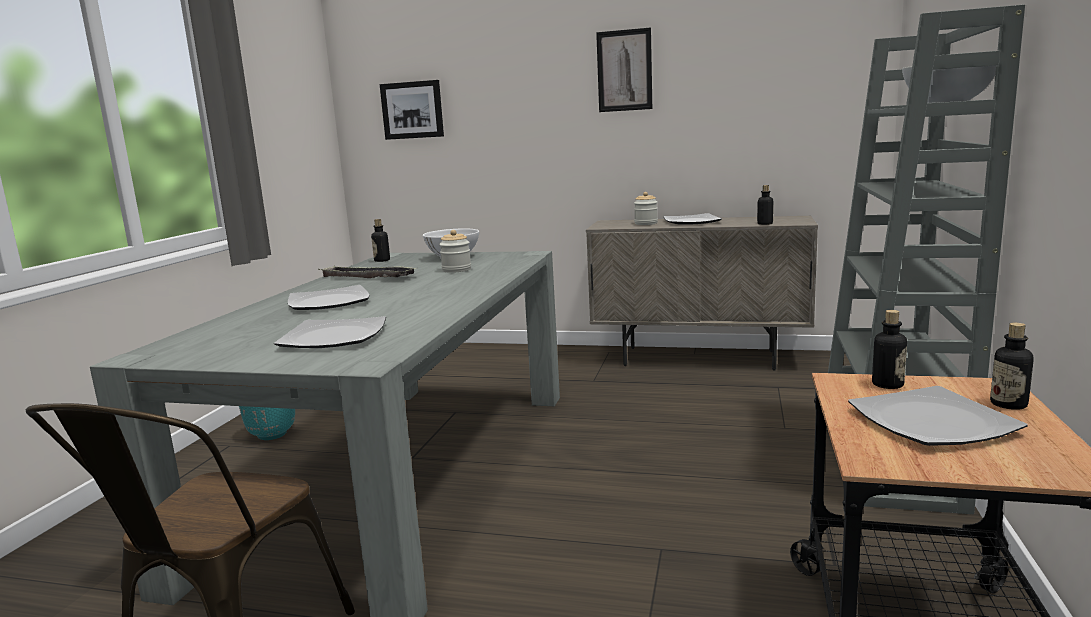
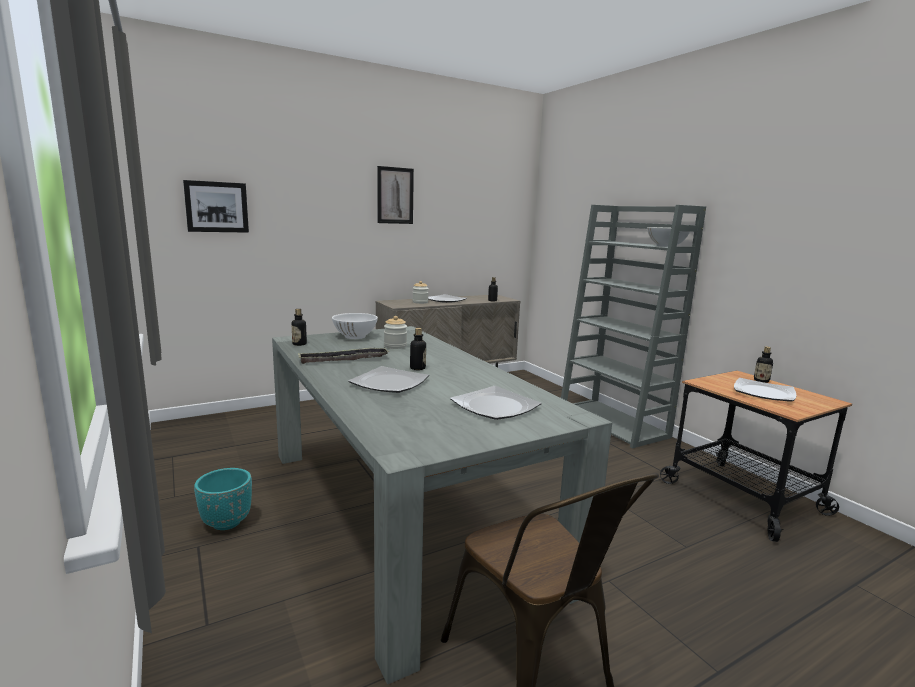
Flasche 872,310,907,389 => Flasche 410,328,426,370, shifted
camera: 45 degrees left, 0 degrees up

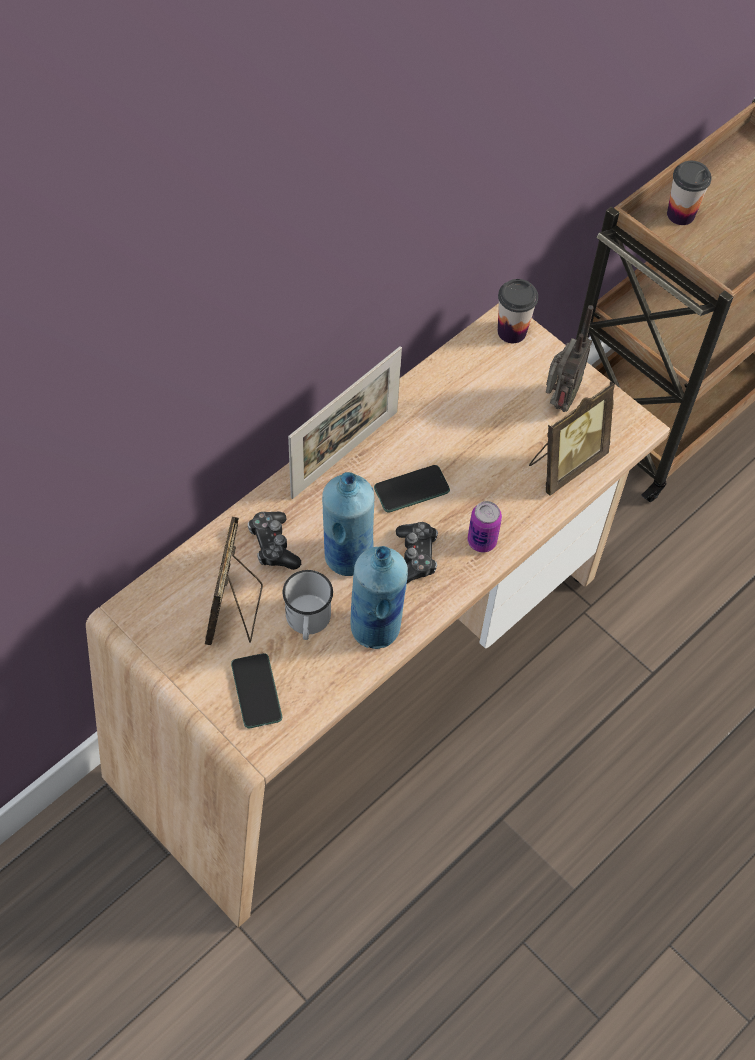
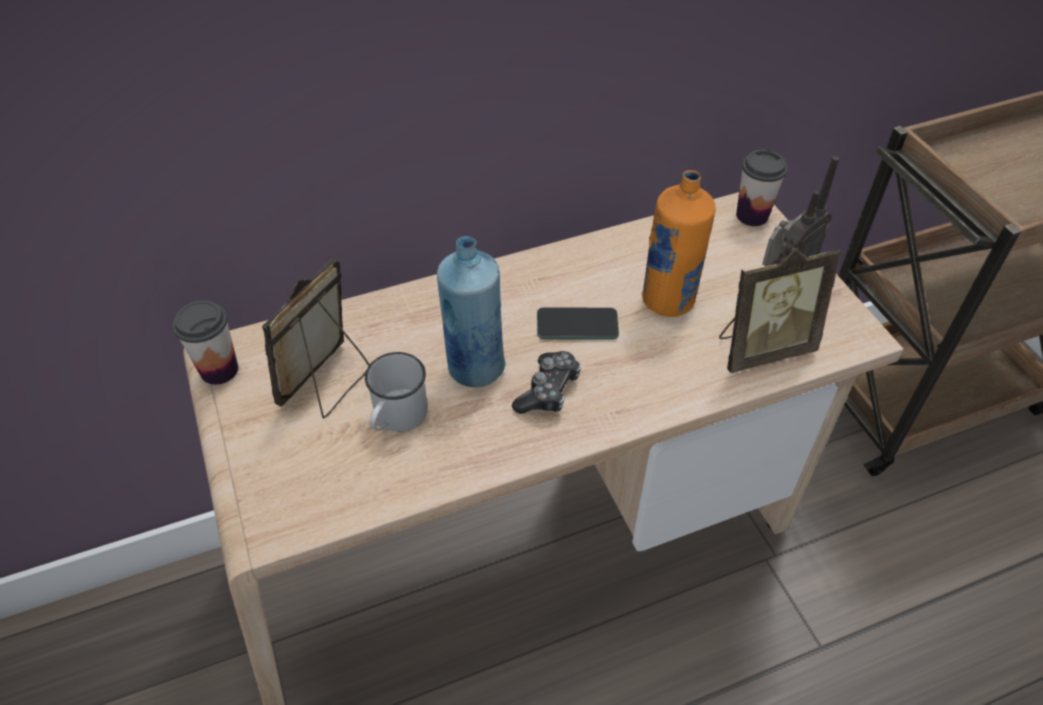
Handy 231,653,282,728 => nothing
Gamepad 248,512,301,570 => nothing
Bilderrahmen 288,346,402,499 => nothing
Flasche/blau 350,546,408,649 => nothing
Dose 467,501,502,552 => nothing
nothing => Flasche/orange 642,170,716,317
Tasse 667,161,712,225 => Tasse 173,300,238,385, shifted
camera: 25 degrees right, 10 degrees down

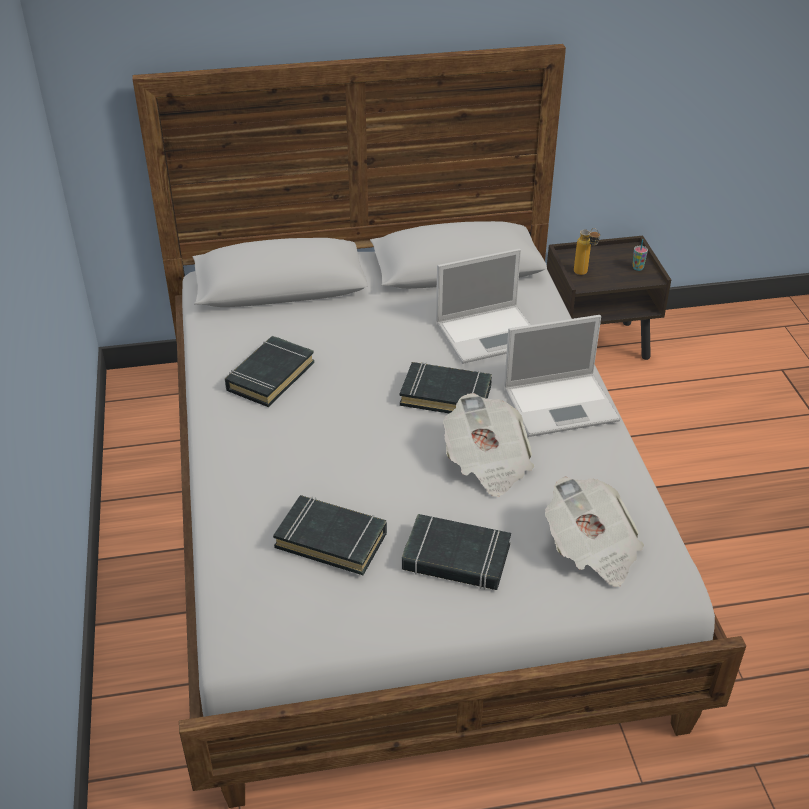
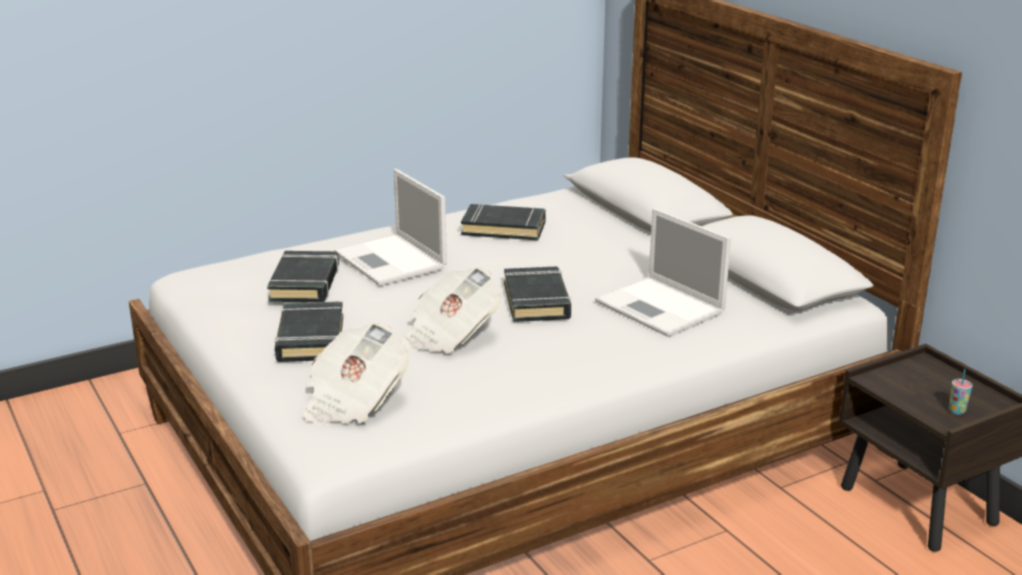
Flasche 574,228,600,275 => nothing
Laptop 504,315,621,437 => Laptop 334,169,447,286, shifted
camera: 70 degrees right, 15 degrees down

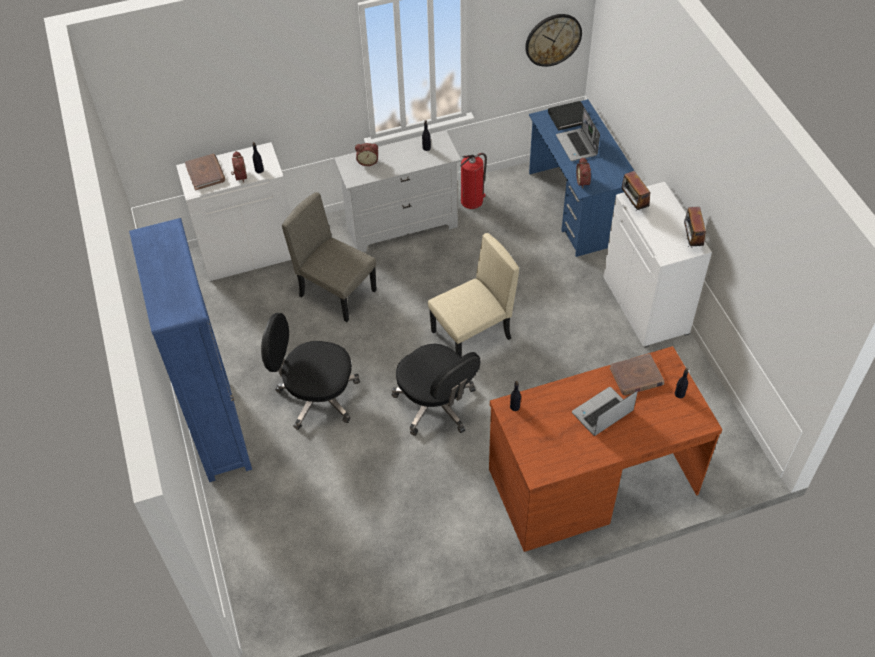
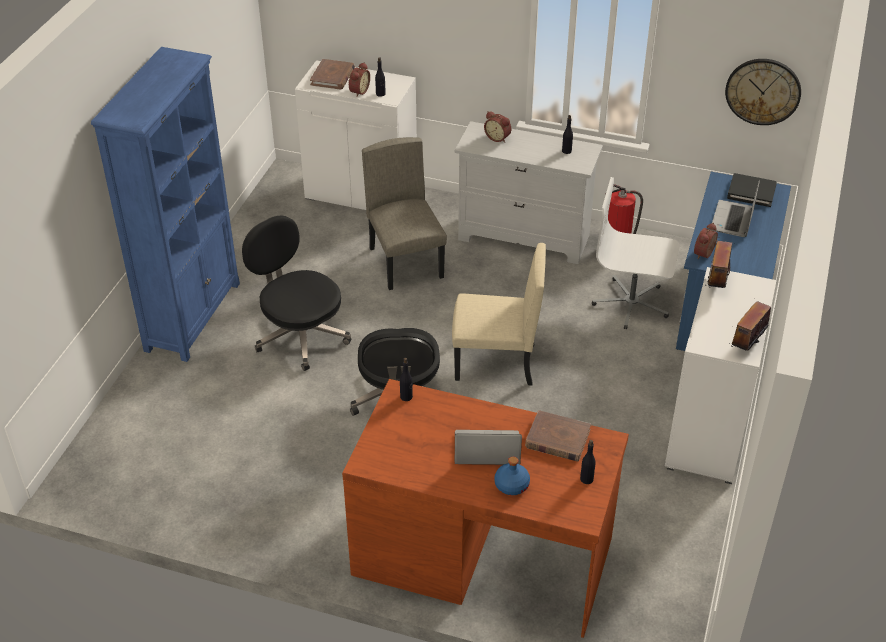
nothing => Flasche/blau 494,457,530,495
nothing => Bürostuhl/weiß 592,177,680,329
camera: 35 degrees right, 10 degrees down

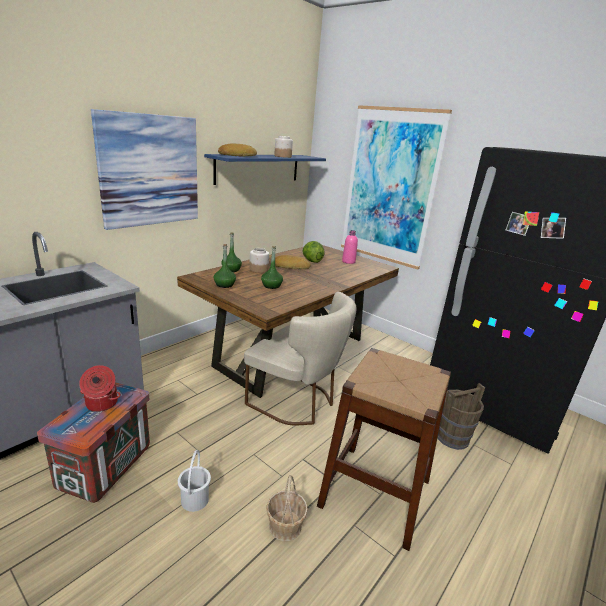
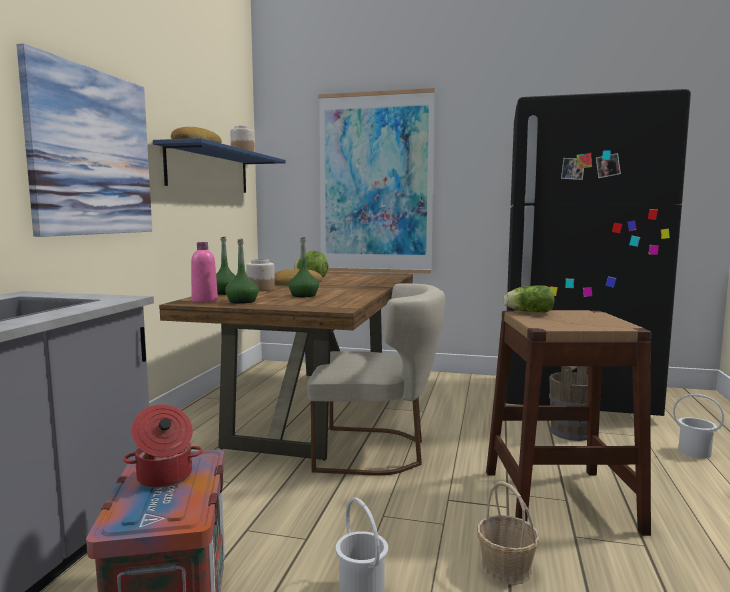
nothing => Salatkopf 504,285,555,312
nothing => Eimer/weiß 673,394,724,459
Flasche/rosa 342,230,358,264 => Flasche/rosa 191,242,218,303, shifted
camera: 25 degrees left, 15 degrees down

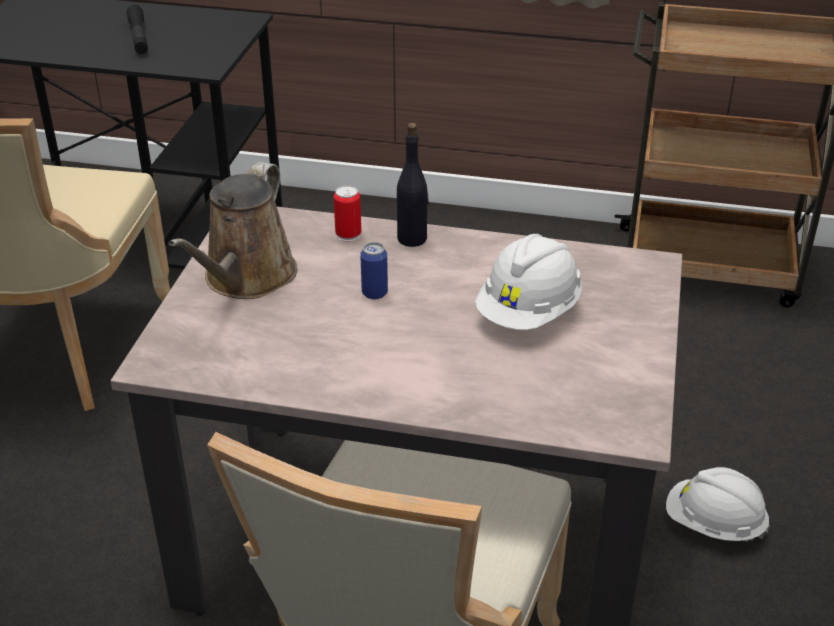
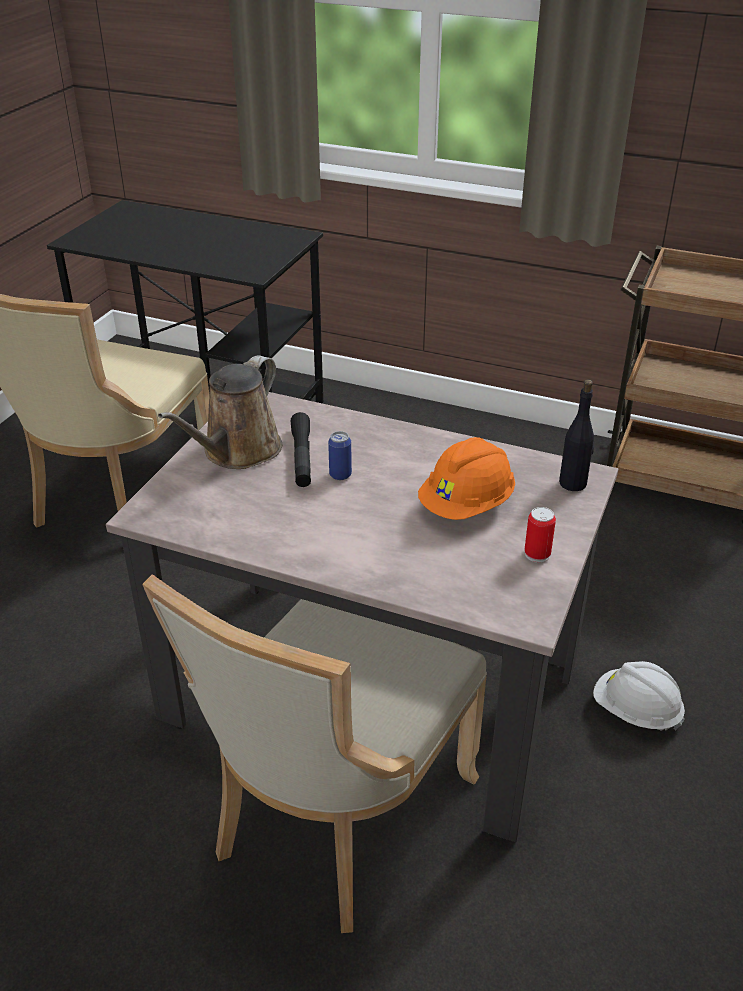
Taschenlampe/schwarz 127,5,148,54 => Taschenlampe/schwarz 291,412,311,487, shifted
Dose 334,185,361,242 => Dose 524,507,556,563, shifted
Flasche/schwarz 397,123,428,247 => Flasche/schwarz 559,380,594,491, shifted
Schutzhelm/weiß 475,234,582,330 => Schutzhelm/orange 418,437,515,520
camera: 10 degrees right, 0 degrees up

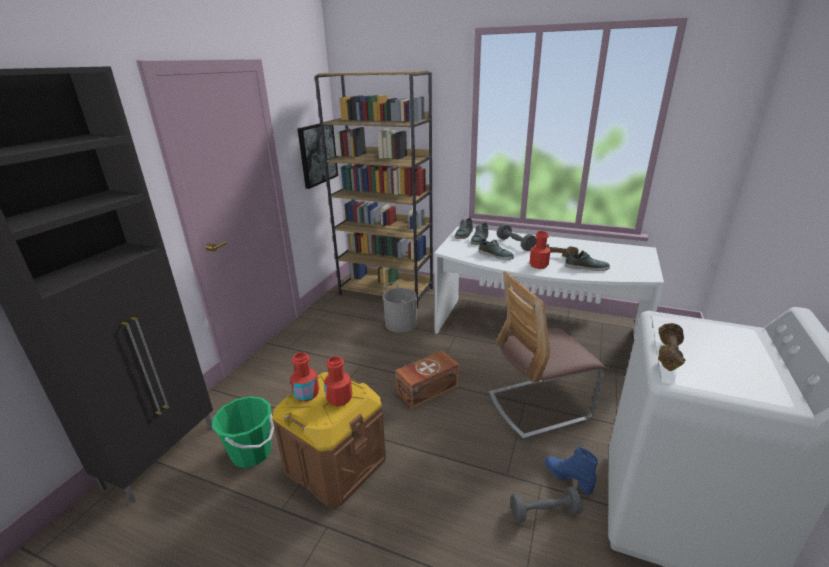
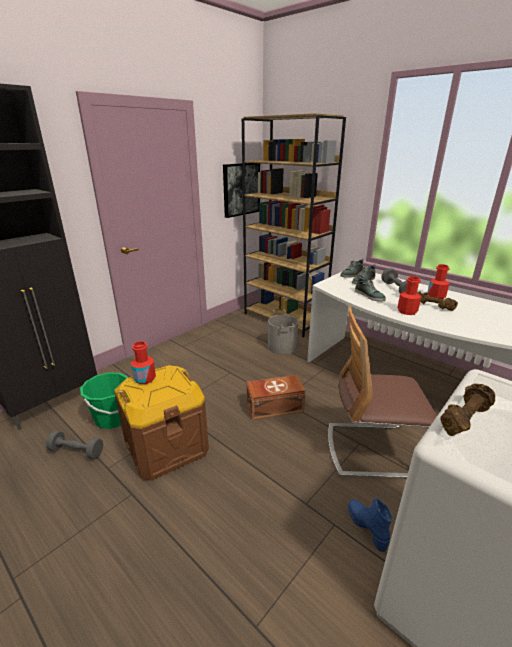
Schuh 565,250,610,271 => nothing
Flasche/rot 324,356,352,406 => Flasche/rot 427,264,449,299, shifted
Hantel/grau 510,486,583,523 => Hantel/grau 46,430,103,459, shifted
camera: 20 degrees right, 0 degrees up

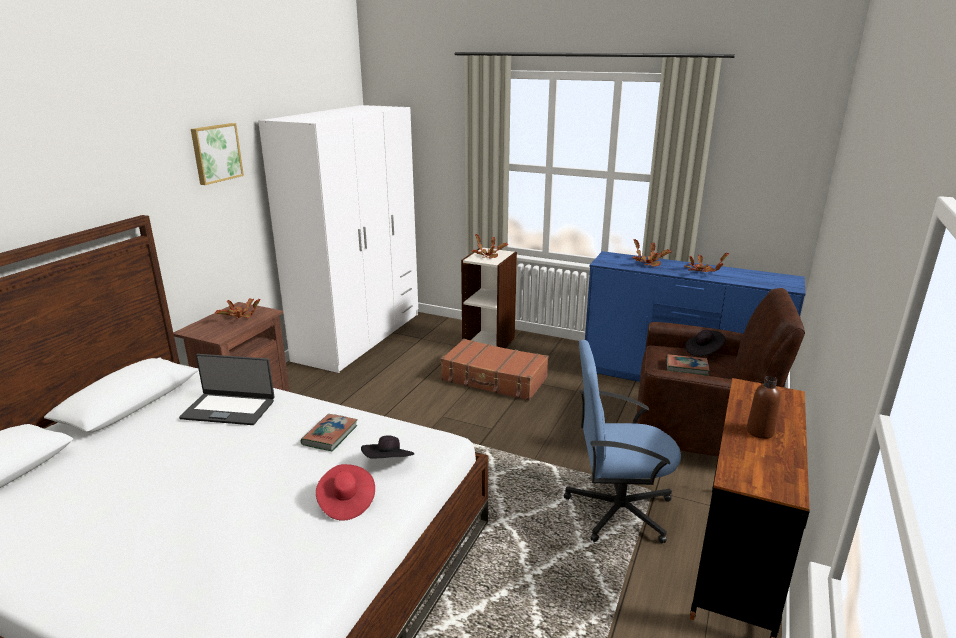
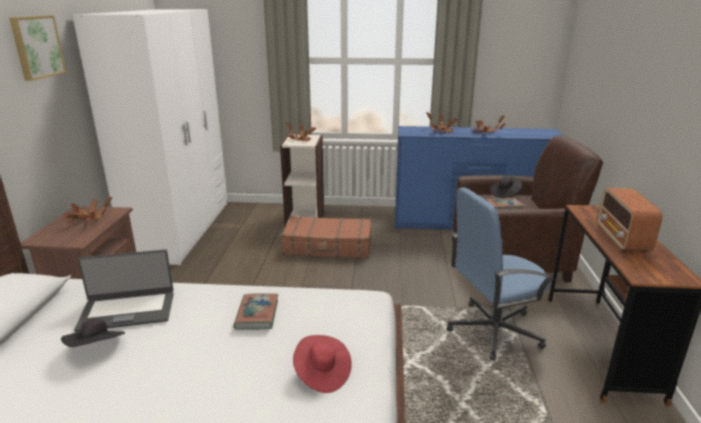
Hut/schwarz 361,435,414,459 => Hut/schwarz 61,319,125,347, shifted
Flasche/braun 746,376,781,439 => Radio 597,188,663,252
camera: 20 degrees left, 0 degrees up

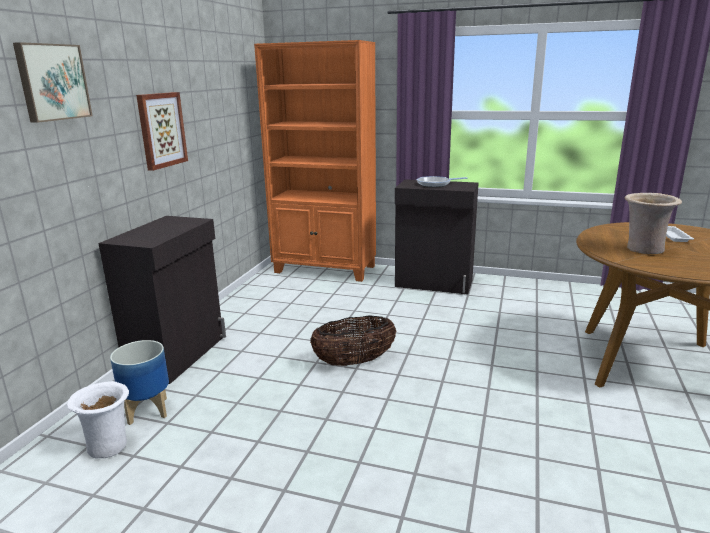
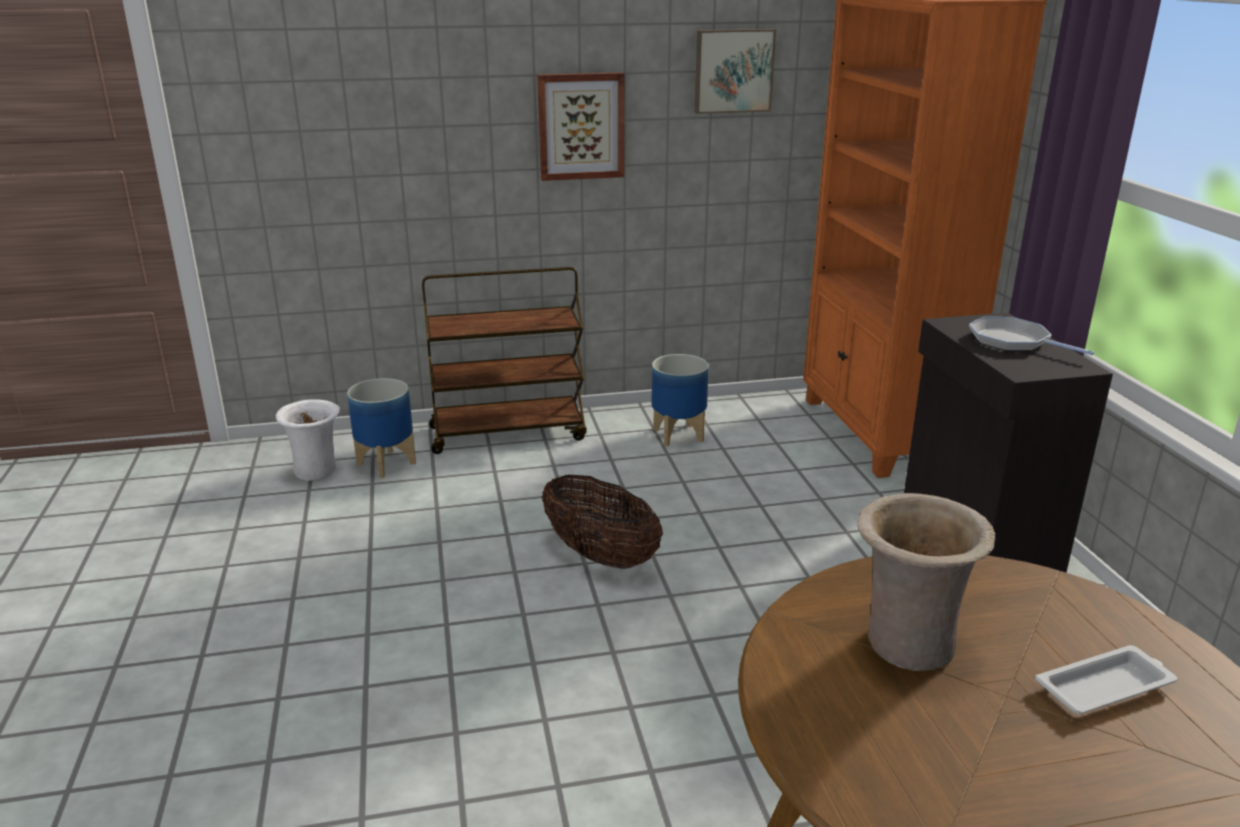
nothing => Pflanzkübel 652,354,709,447
Bild 13,42,93,123 => Bild 695,29,776,114, shifted
Schrank/schwarz 98,216,226,384 => Rollwagen/braun 422,267,587,454
camera: 60 degrees right, 5 degrees up

